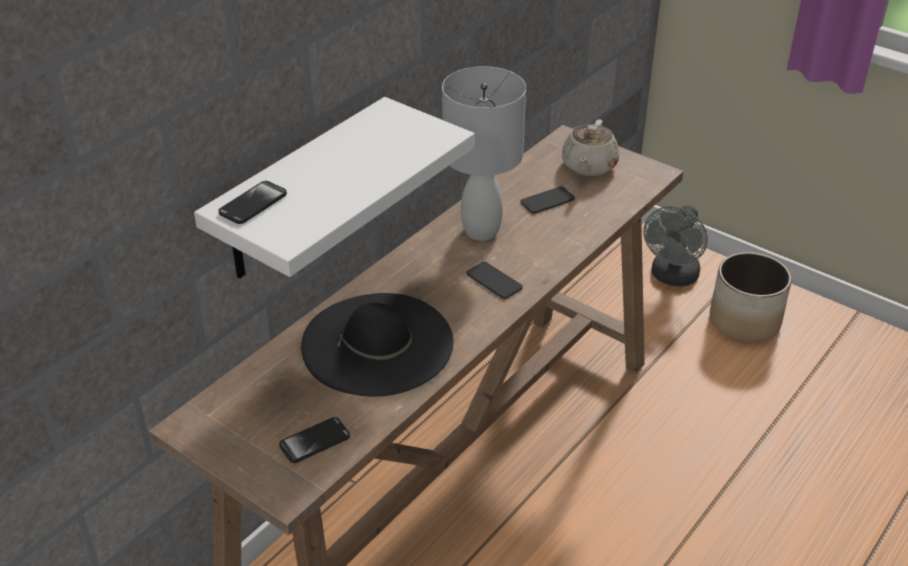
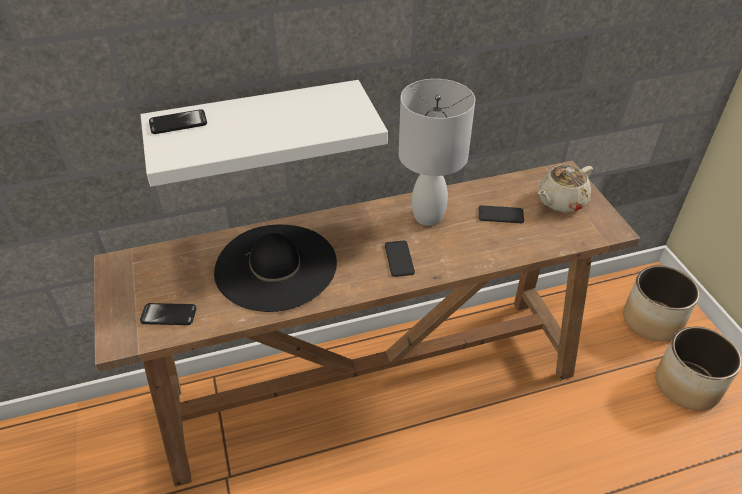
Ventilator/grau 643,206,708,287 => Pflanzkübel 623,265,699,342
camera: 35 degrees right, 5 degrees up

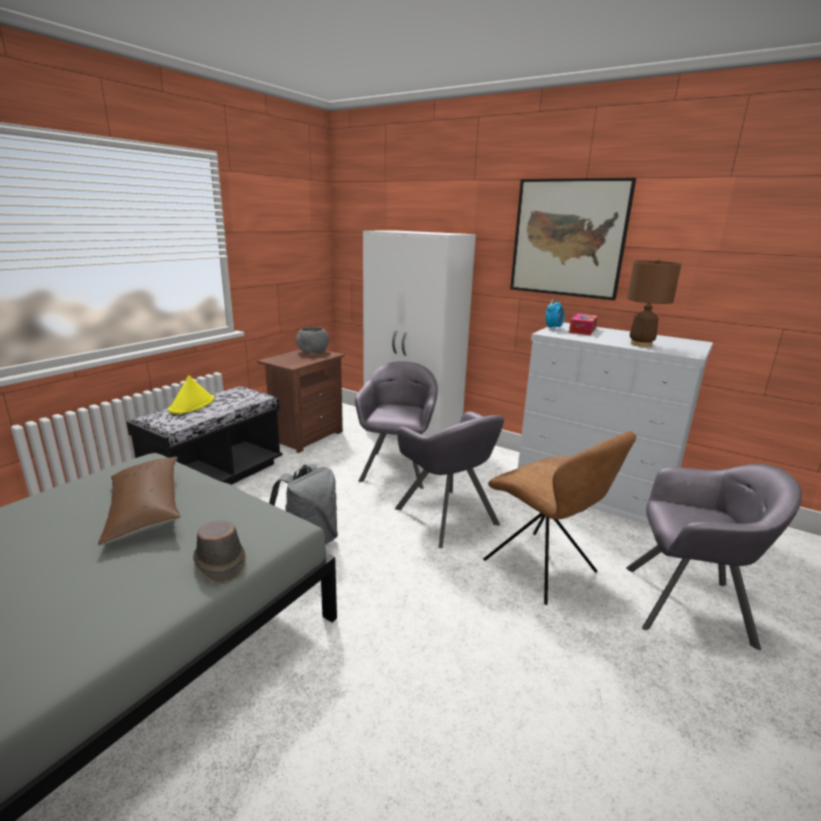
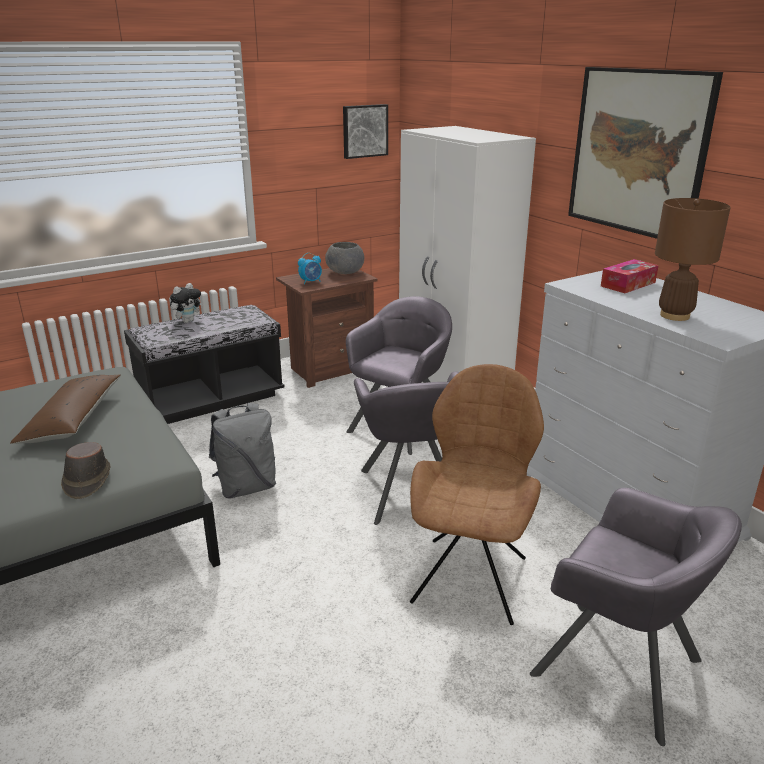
nothing => Bild 343,104,388,159
Wecker 546,299,564,330 => Wecker 298,253,322,285, shifted
Hut/gelb 168,375,215,414 => Plüschtier 170,283,203,323
Stuhl/braun 483,431,636,605 => Stuhl/braun 410,364,544,625, 150 degrees counterclockwise
camera: 25 degrees right, 5 degrees up

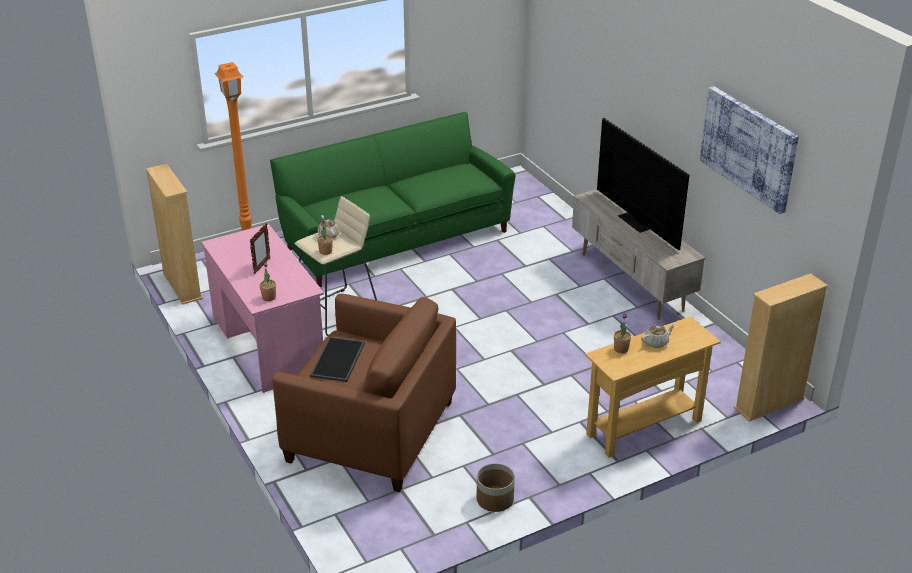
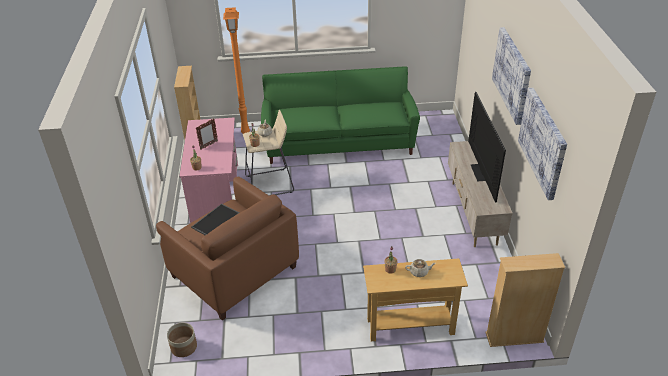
nothing => Bild 492,27,531,125
Pflanzkübel 477,463,515,512 => Pflanzkübel 167,323,197,357, shifted
camera: 25 degrees right, 5 degrees up

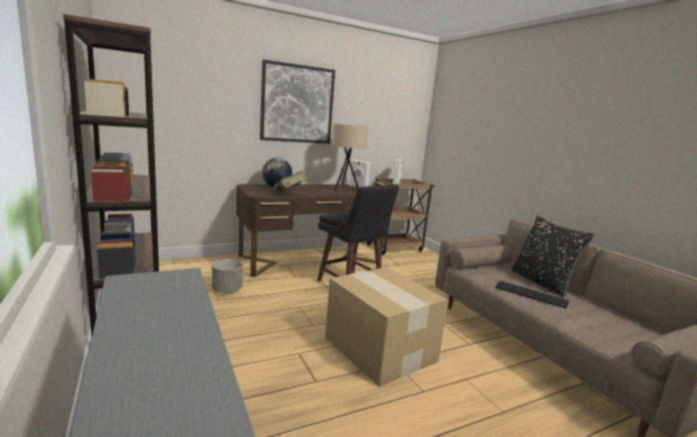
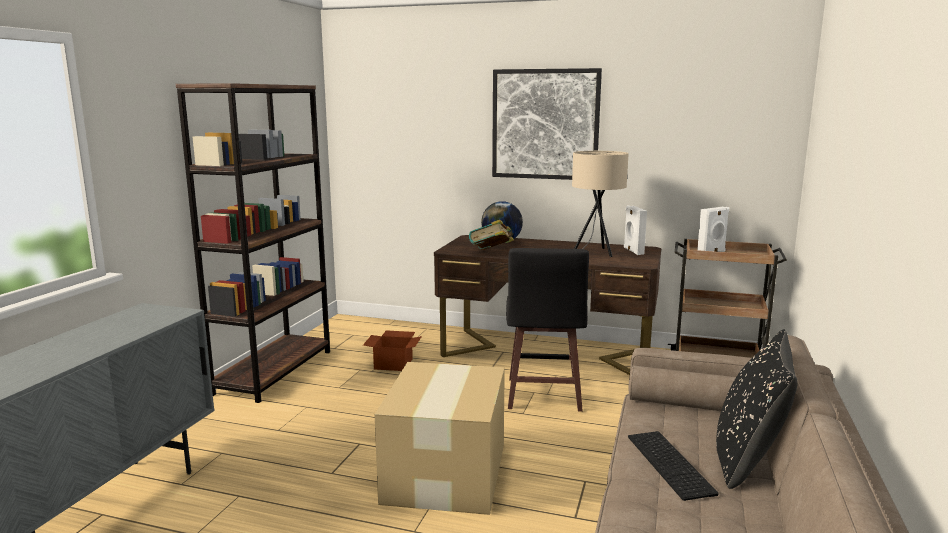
Pflanzkübel/grau 212,259,243,293 => Karton 363,330,422,371
camera: 45 degrees right, 0 degrees up

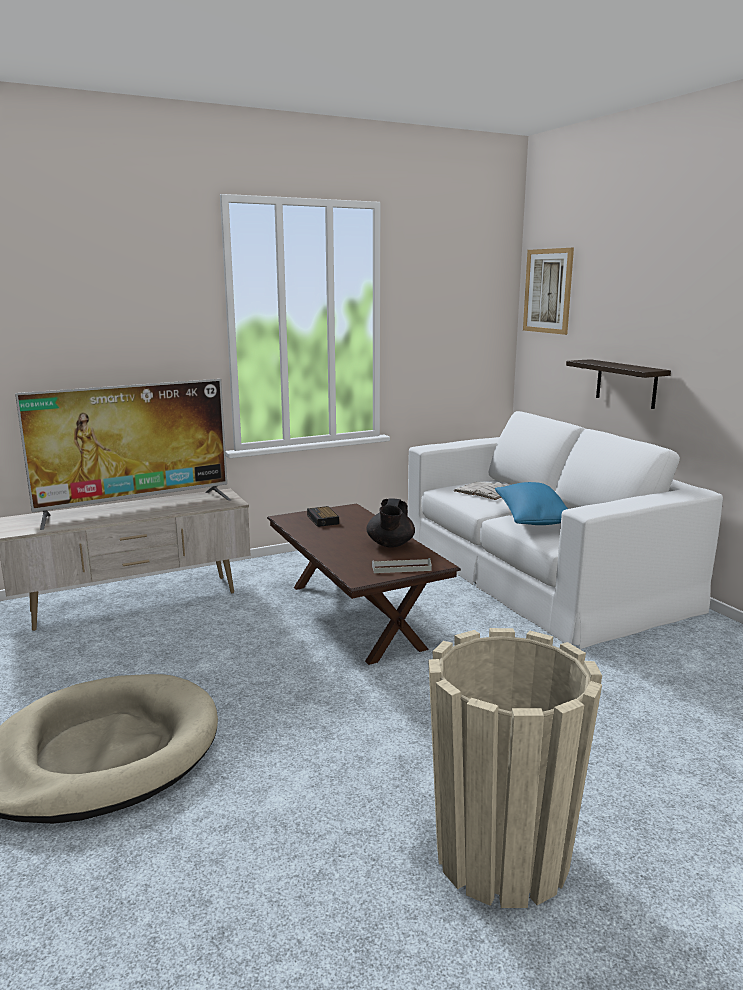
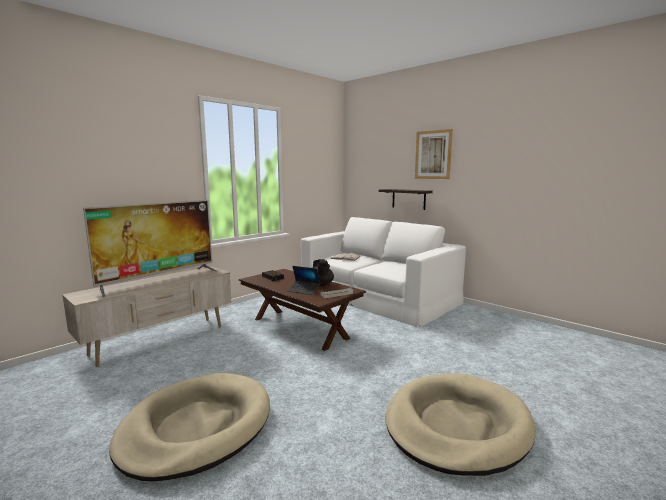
Kissen/blau 495,482,568,525 => nothing
nothing => Laptop 288,266,320,295
Bild 523,248,574,335 => Bild 415,129,453,179, shifted
Pflanzkübel/beige 428,628,602,908 => Hundebett/beige 386,373,536,476
camera: 20 degrees left, 5 degrees down

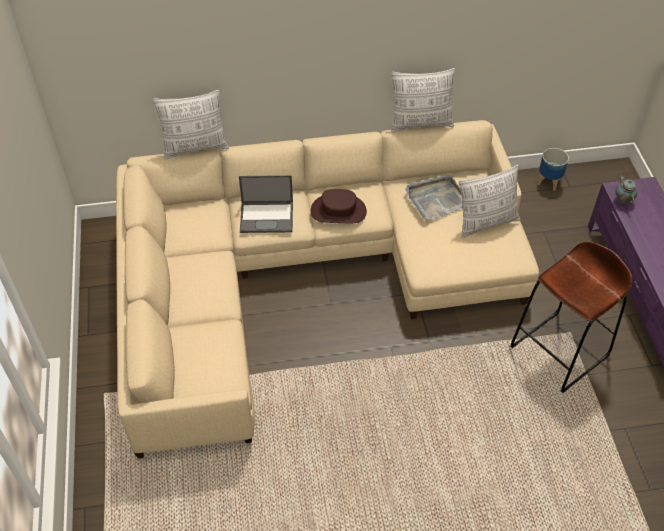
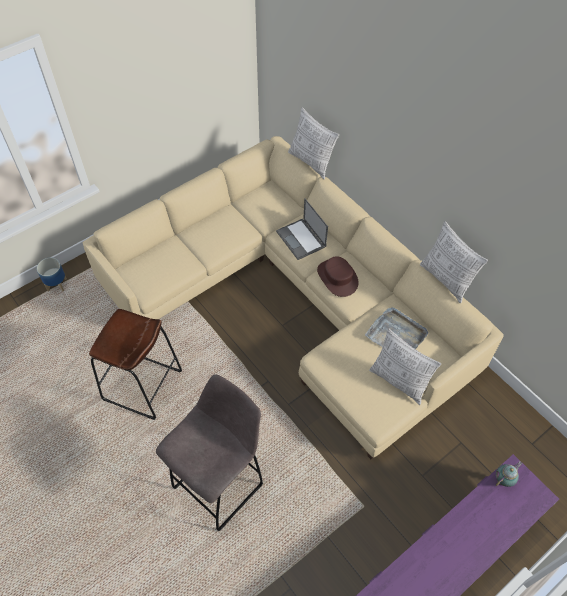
nothing => Hocker/grau 156,374,263,531
Hocker/braun 510,241,633,393 => Hocker/braun 89,309,182,420, shifted
Pflanzkübel 537,148,569,191 => Pflanzkübel 37,258,67,292, shifted
camera: 60 degrees right, 5 degrees up

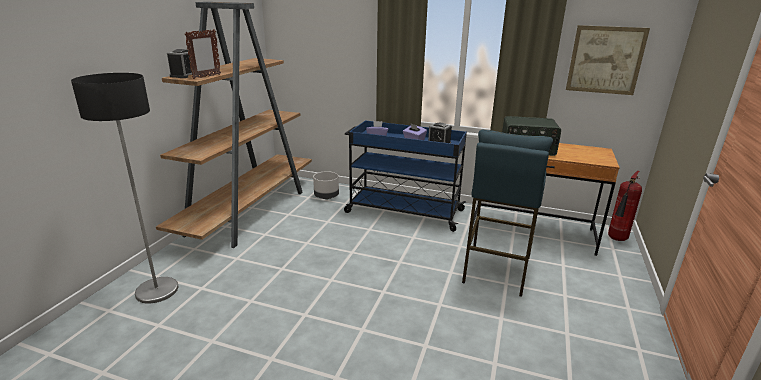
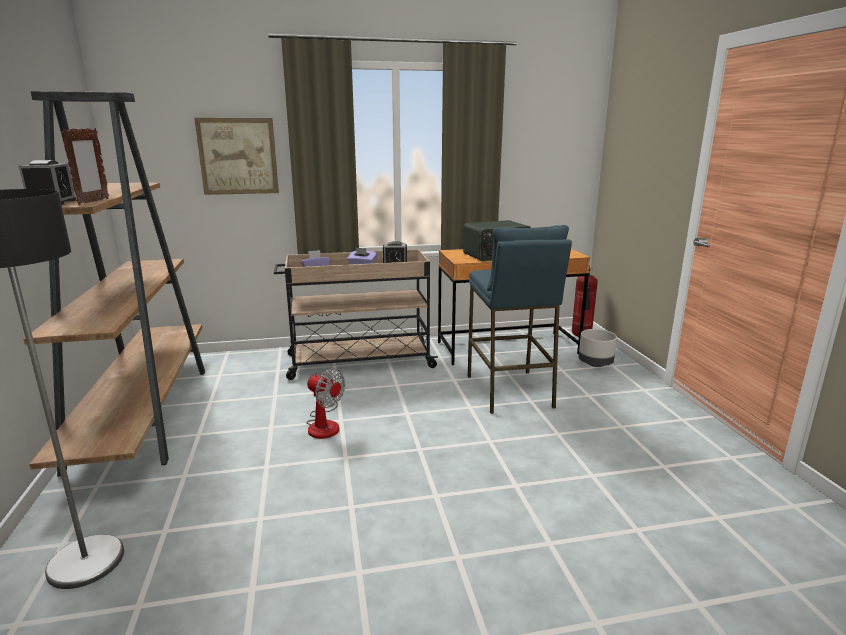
nothing => Ventilator 307,368,345,439
Pflanzkübel/grau 313,171,339,199 => Pflanzkübel/grau 579,329,617,367, shifted
Bild 566,25,650,95 => Bild 194,118,279,195, shifted
Rollwagen/blau 344,121,467,232 => Rollwagen/beige 274,249,439,380
camera: 30 degrees left, 5 degrees down

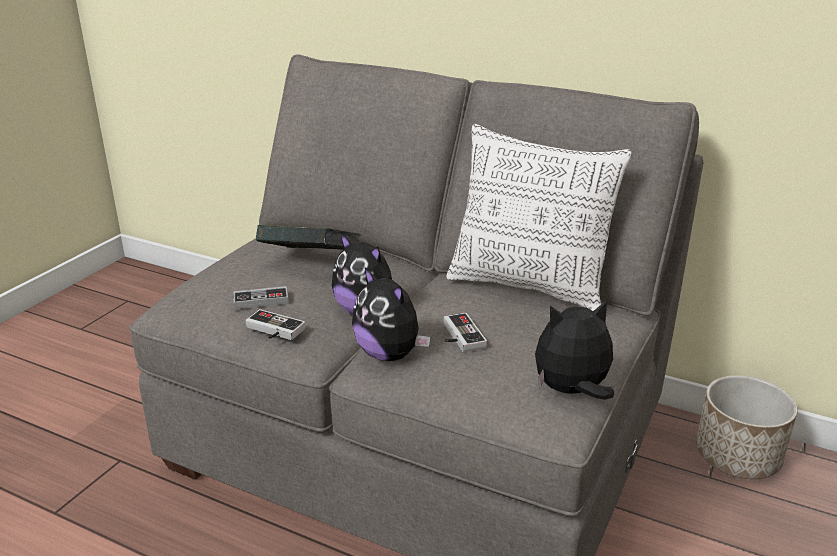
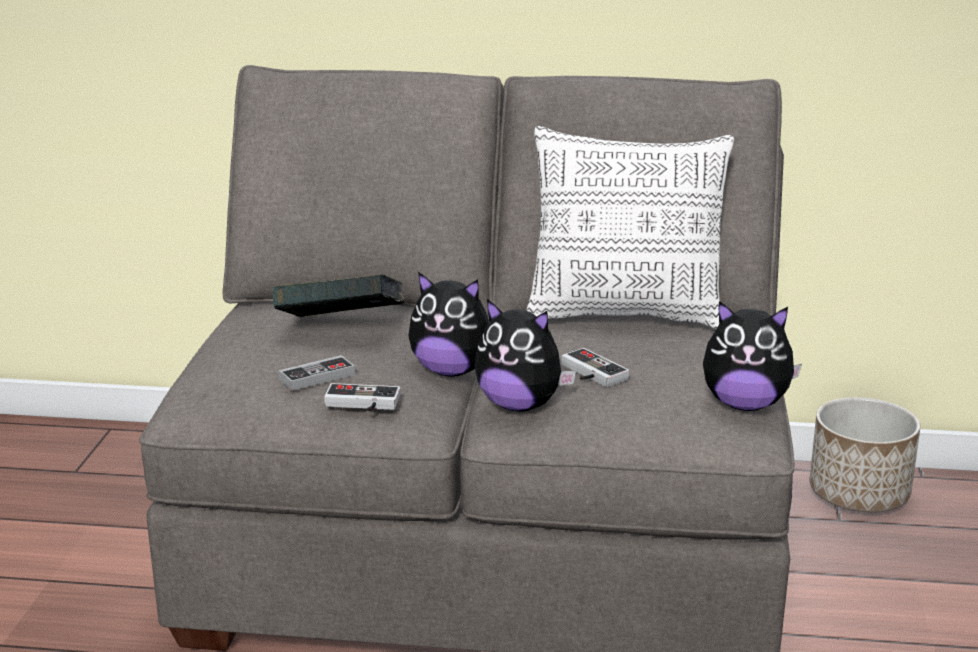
Plüschtier 535,299,614,400 => Plüschtier 703,301,802,411, 135 degrees counterclockwise
camera: 20 degrees left, 5 degrees down

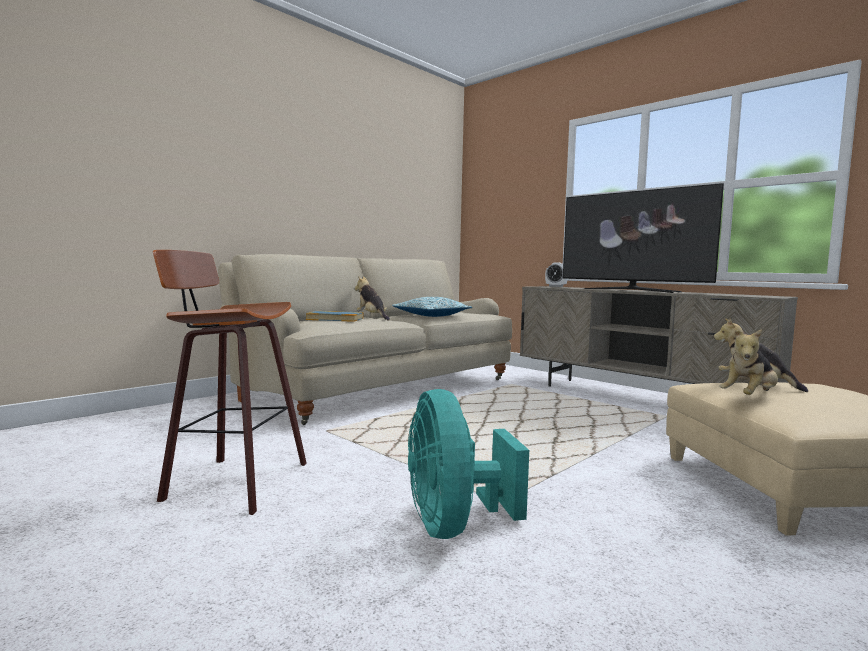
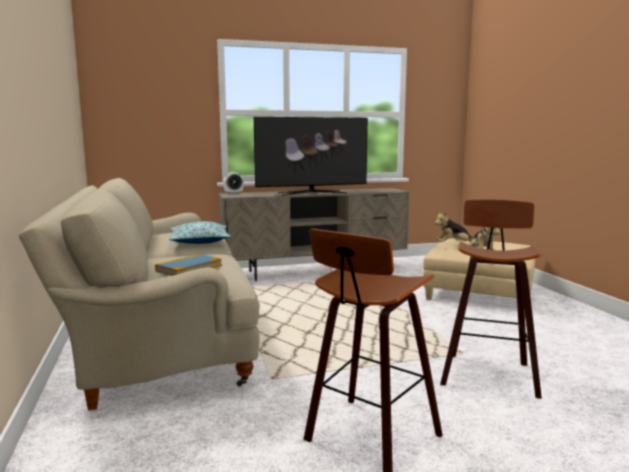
Plüschtier 355,276,390,320 => nothing
Ventilator/türkis 408,389,529,539 => Hocker 440,200,542,399
camera: 60 degrees left, 5 degrees up

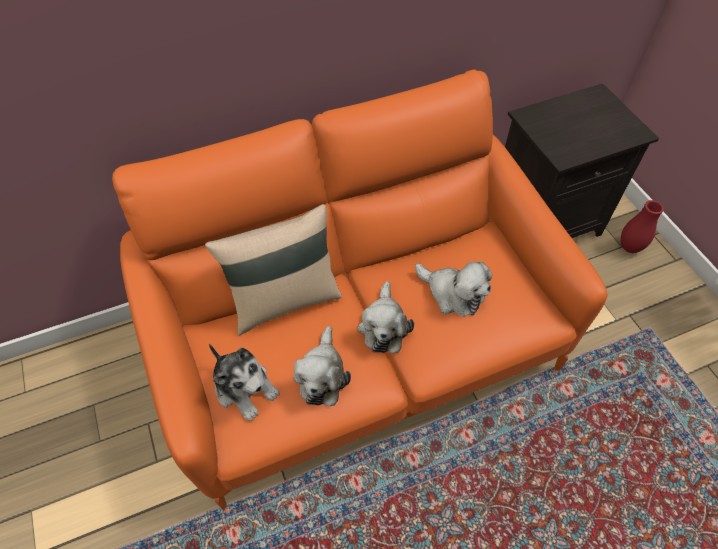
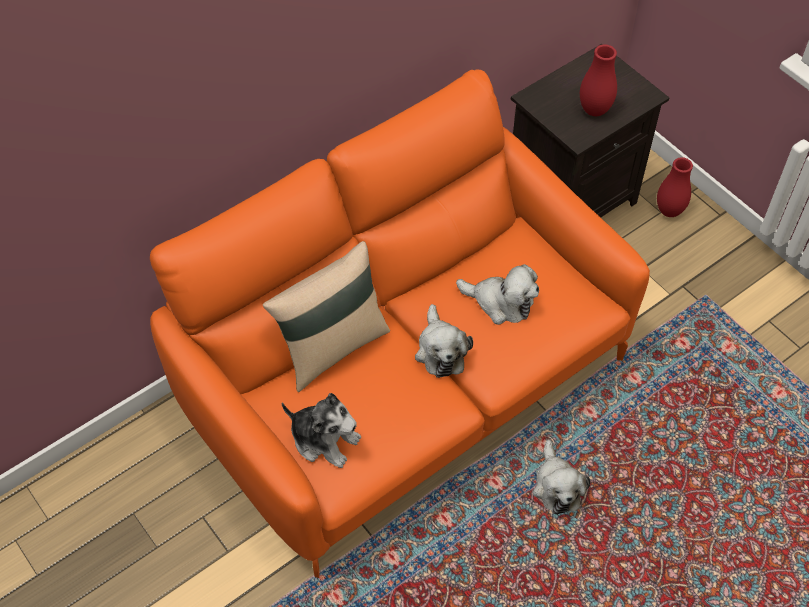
nothing => Vase/rot 580,45,617,116
Plüschtier 293,326,351,406 => Plüschtier 532,440,590,514, shifted
camera: 15 degrees left, 0 degrees up

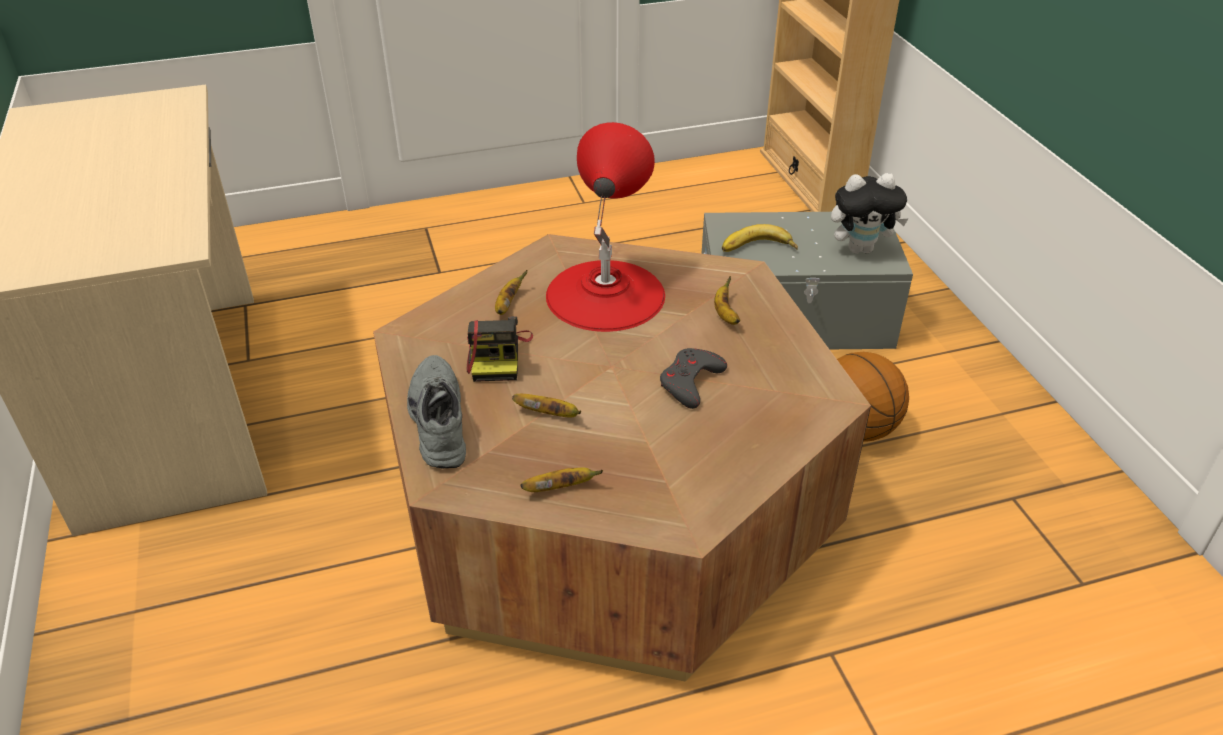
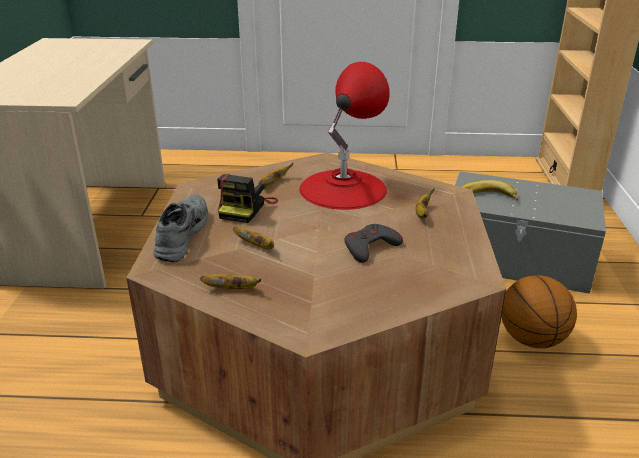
Plüschtier 831,173,909,254 => nothing
camera: 20 degrees right, 10 degrees down

